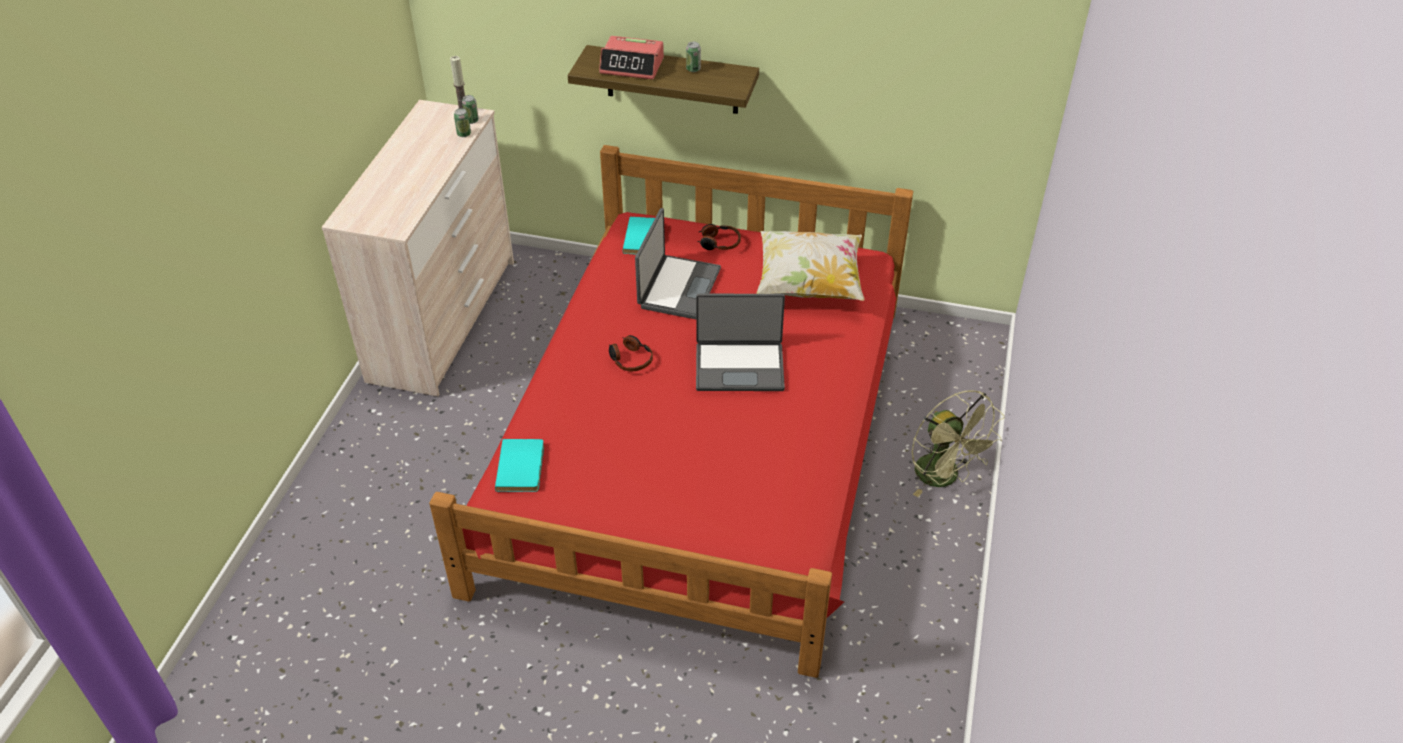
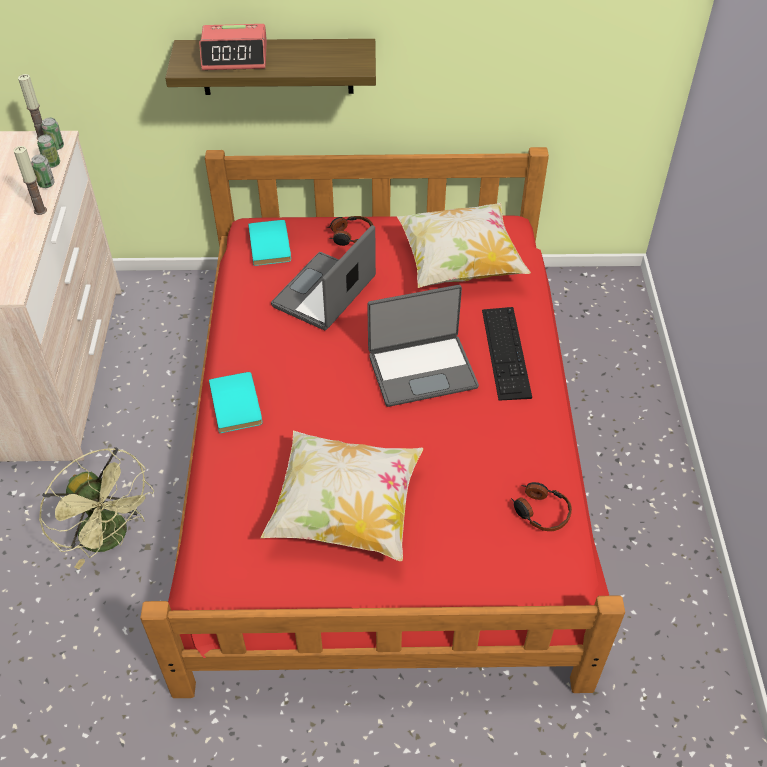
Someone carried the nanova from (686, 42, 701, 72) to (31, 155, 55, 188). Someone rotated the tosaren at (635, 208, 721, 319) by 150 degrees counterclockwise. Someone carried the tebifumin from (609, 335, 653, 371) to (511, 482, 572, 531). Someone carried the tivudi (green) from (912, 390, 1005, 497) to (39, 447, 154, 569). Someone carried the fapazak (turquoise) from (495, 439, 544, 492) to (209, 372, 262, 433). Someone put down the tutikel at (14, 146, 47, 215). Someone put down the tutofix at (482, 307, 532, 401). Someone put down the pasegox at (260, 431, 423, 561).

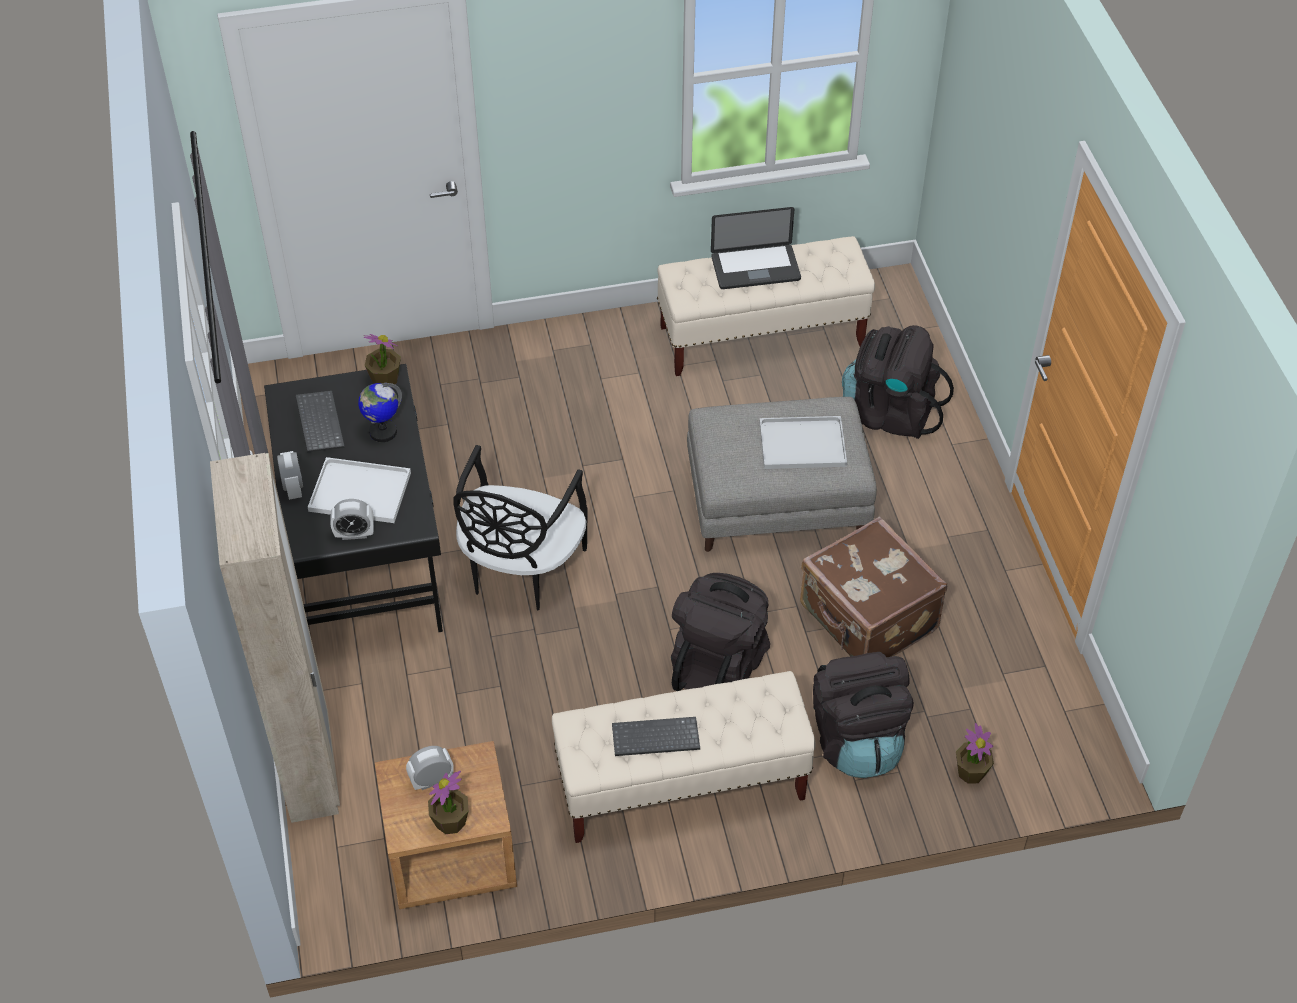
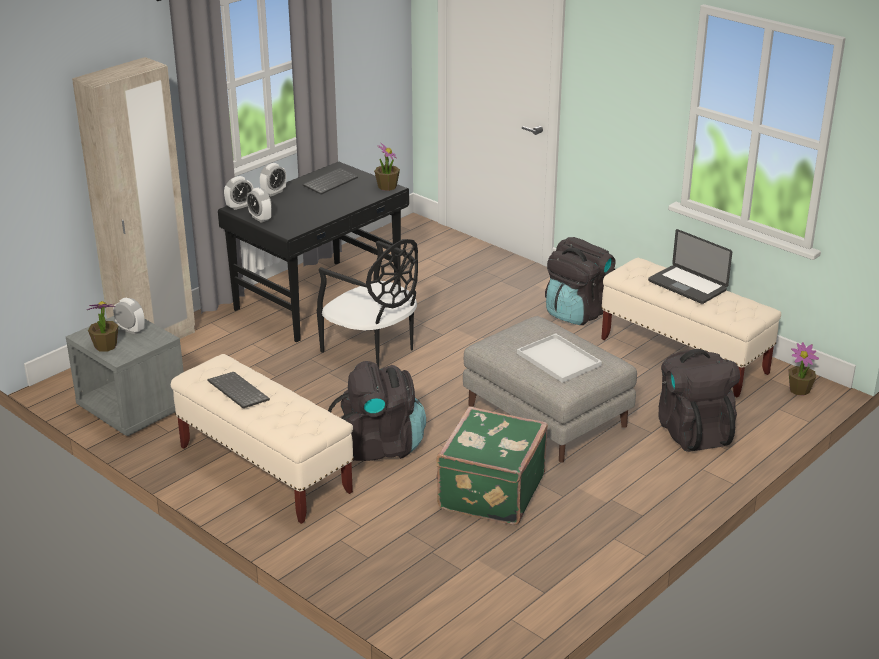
Someone took away the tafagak at (358, 383, 402, 442). Someone rotated the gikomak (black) at (453, 445, 588, 610) by 120 degrees counterclockwise. Someone took away the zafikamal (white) at (308, 457, 411, 523). Someone repainted the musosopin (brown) at (800, 516, 947, 657), which became the musosopin (green) at (437, 407, 548, 525). Someone carried the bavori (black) from (813, 652, 914, 778) to (545, 237, 616, 325). Someone carried the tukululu from (956, 723, 994, 784) to (788, 342, 819, 396). Someone repainted the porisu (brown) at (375, 741, 517, 909), which became the porisu (grey) at (66, 316, 184, 436). Someone put down the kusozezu at (224, 176, 253, 210).

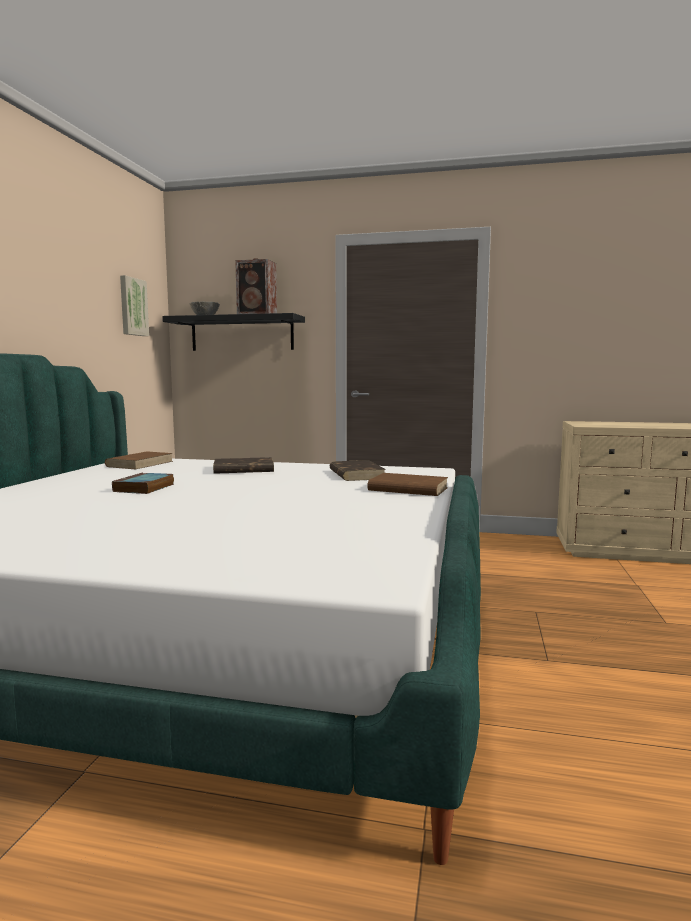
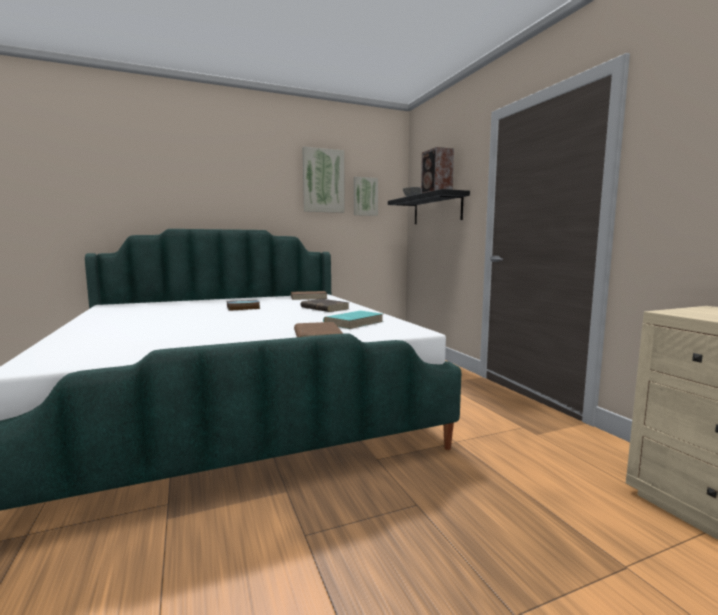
Someone repainted the fapazak (brown) at (330, 460, 386, 481), which became the fapazak (turquoise) at (323, 311, 384, 329). Someone put up the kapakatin at (302, 146, 345, 213).

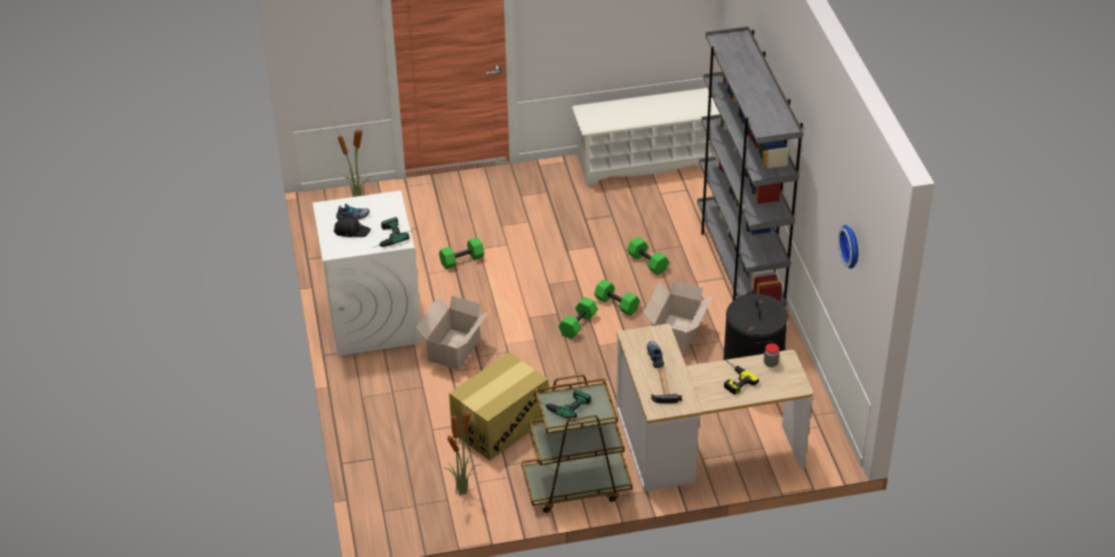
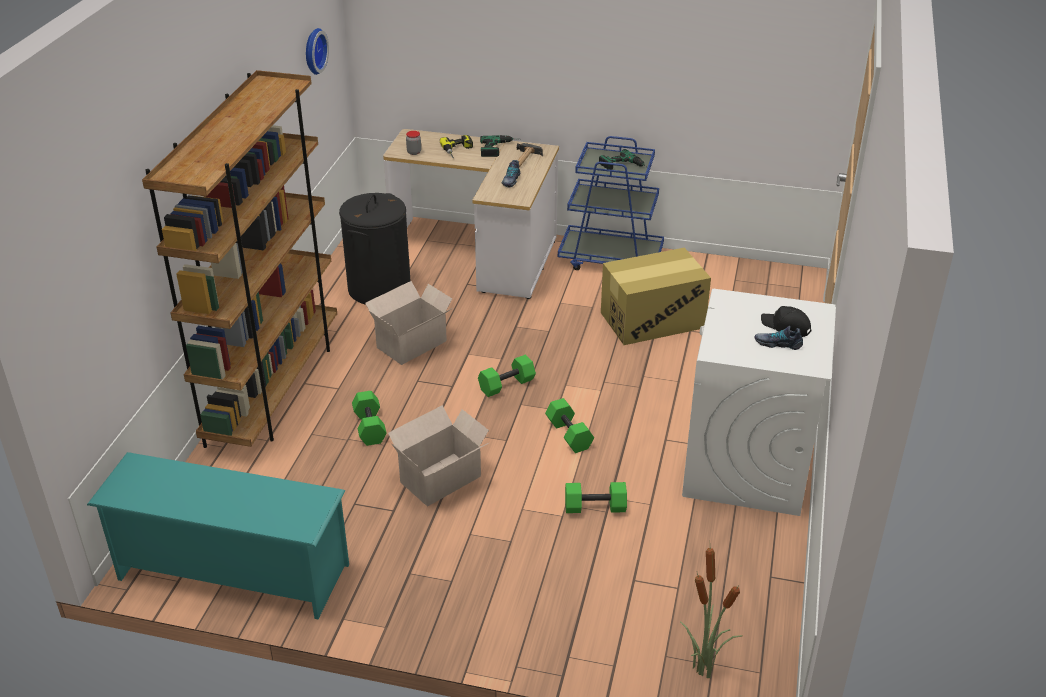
Someone repainted the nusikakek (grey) at (697, 26, 803, 307), which became the nusikakek (brown) at (142, 70, 337, 448). Someone repainted the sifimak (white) at (572, 88, 720, 185), which became the sifimak (turquoise) at (87, 452, 349, 619). Someone carried the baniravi from (372, 217, 409, 248) to (480, 135, 514, 157). Someone carried the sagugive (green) from (594, 279, 640, 316) to (545, 398, 594, 453). Someone carried the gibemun from (415, 295, 489, 370) to (388, 405, 489, 506). Someone repainted the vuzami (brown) at (521, 374, 633, 513), which became the vuzami (blue) at (558, 136, 664, 270). Someone took away the tukululu at (444, 409, 481, 495).

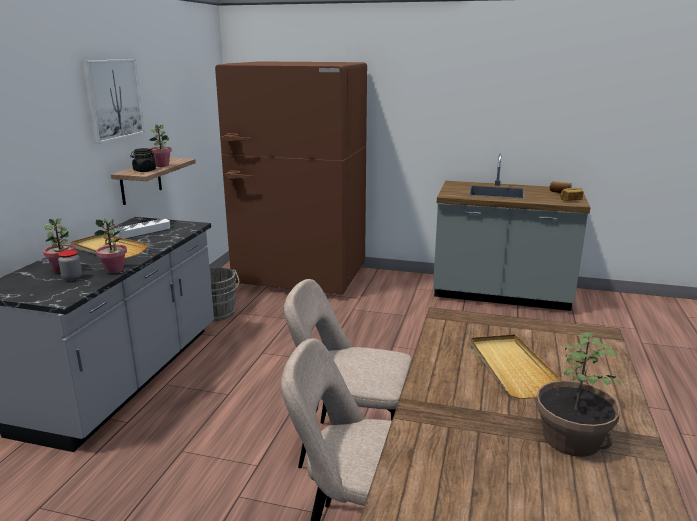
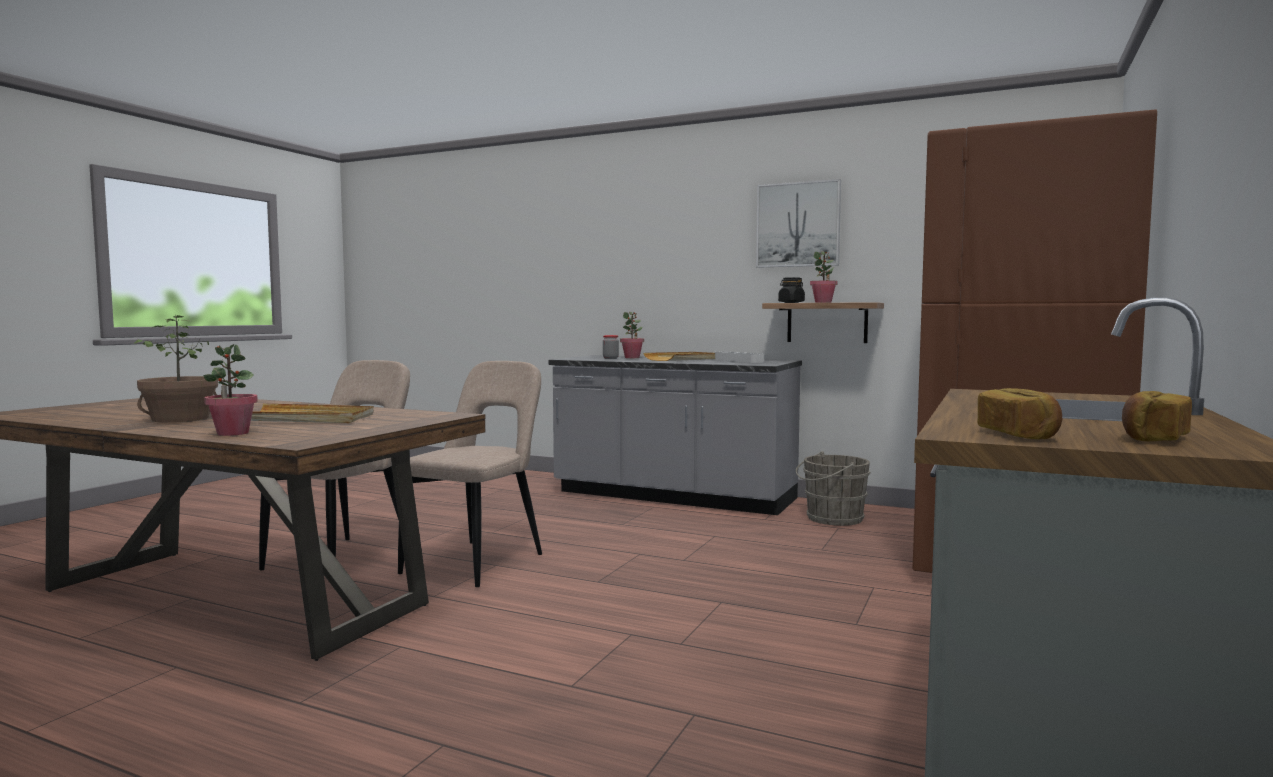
Someone carried the tukululu from (94, 218, 127, 274) to (203, 344, 258, 436).

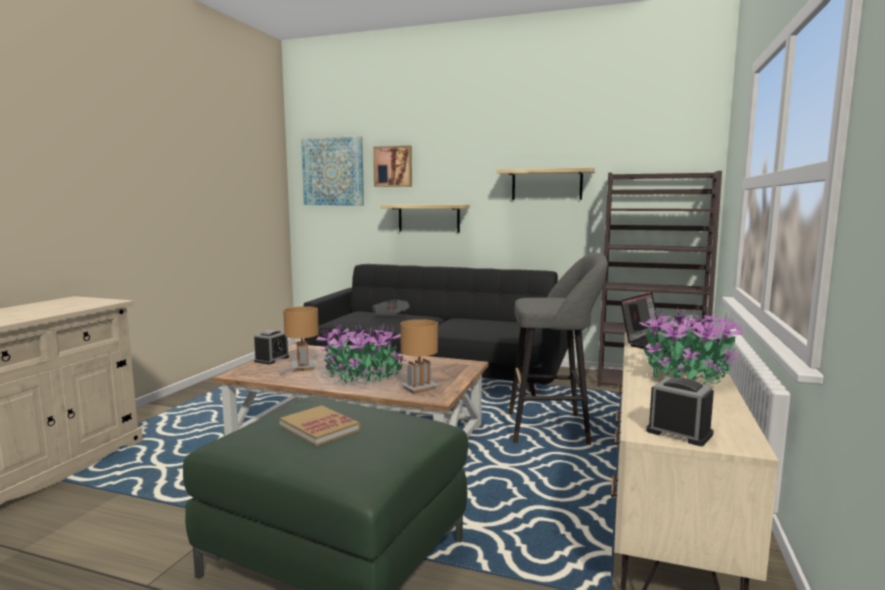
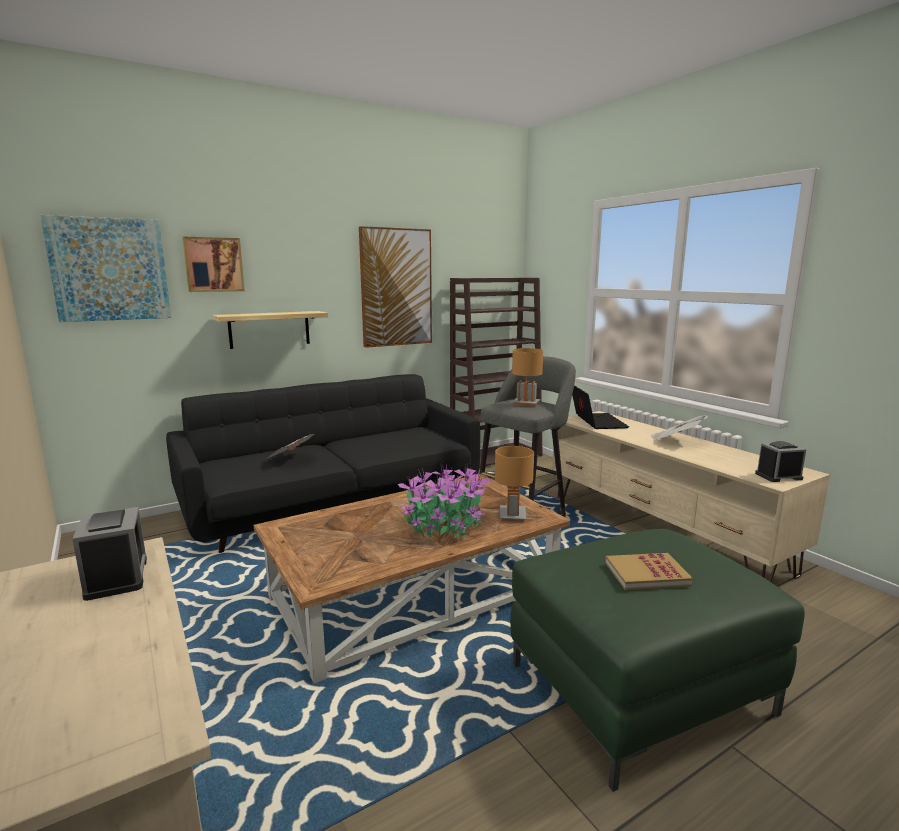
Someone swapped the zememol at (497, 167, 595, 200) for the kapakatin at (359, 226, 432, 348). Someone carried the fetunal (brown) from (283, 306, 319, 372) to (512, 348, 543, 407). Someone swapped the tukululu at (638, 307, 743, 384) for the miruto at (651, 415, 708, 440). Someone carried the kusozezu from (254, 330, 289, 364) to (72, 507, 147, 601).

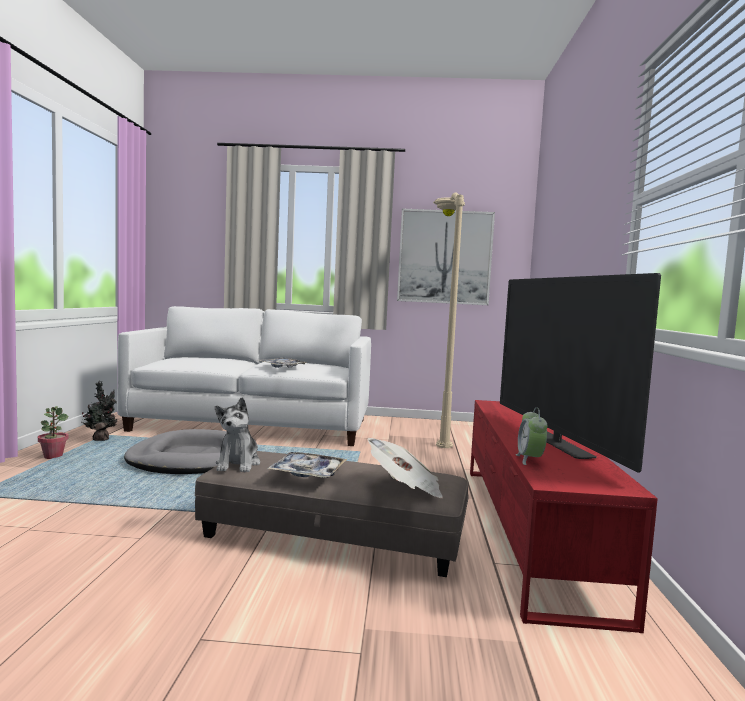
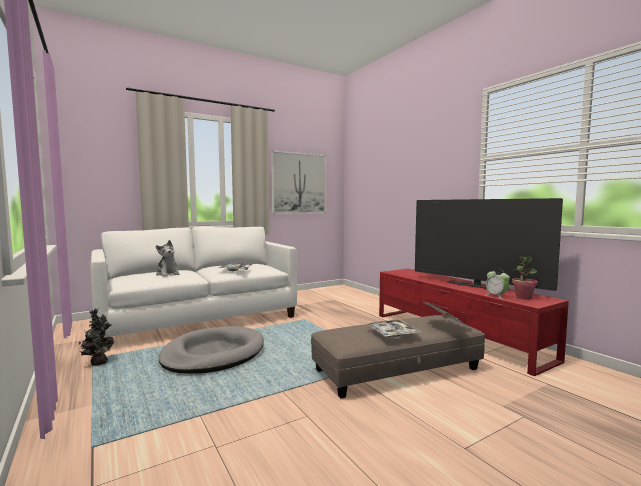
Someone took away the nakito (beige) at (433, 192, 465, 448). Someone carried the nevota from (215, 397, 260, 472) to (156, 240, 179, 277). Someone carried the tukululu from (38, 406, 68, 459) to (512, 256, 538, 300).

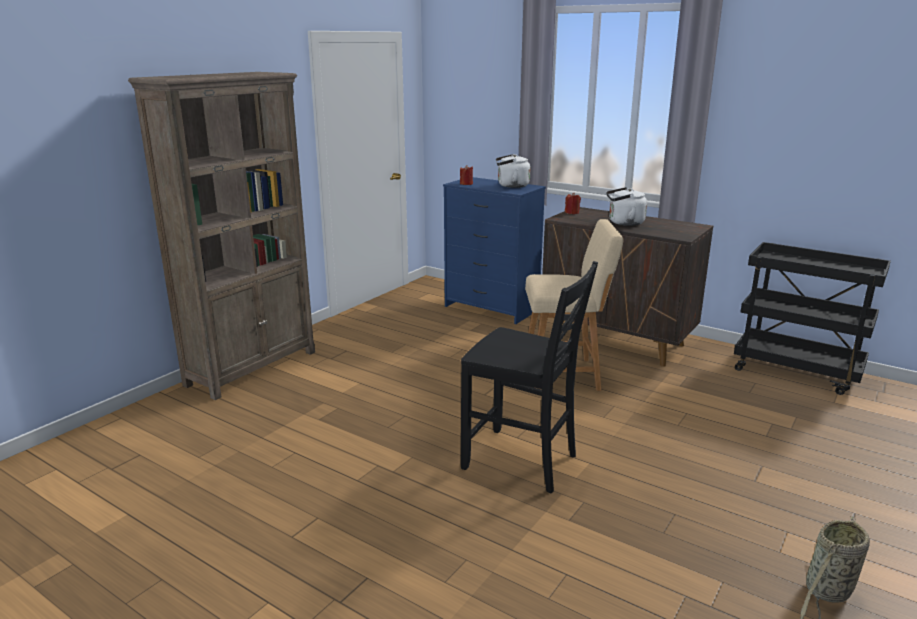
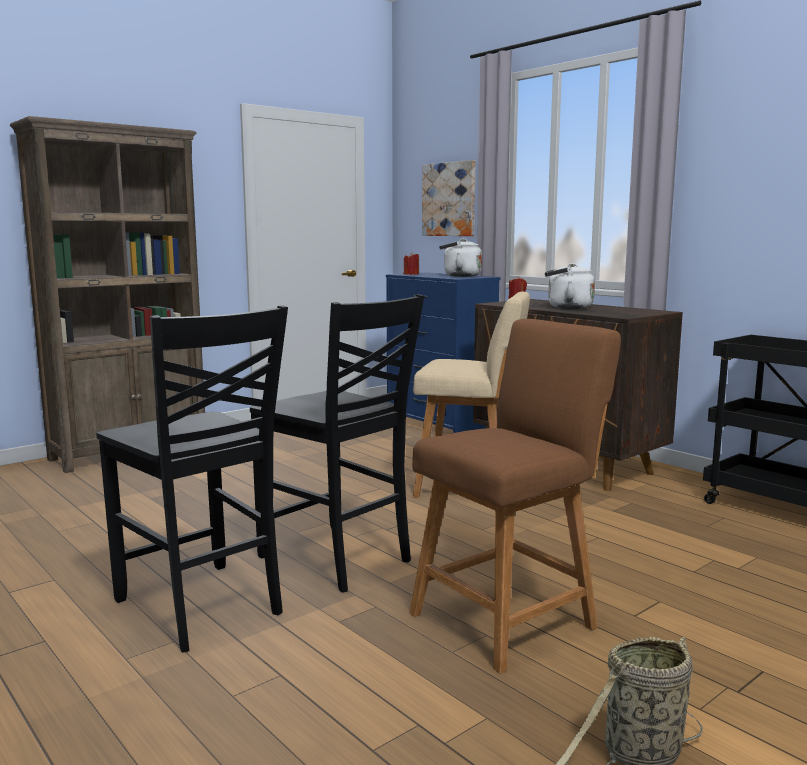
Someone put up the kapakatin at (422, 160, 476, 236). Someone put down the gikomak (black) at (96, 305, 288, 653). Someone put down the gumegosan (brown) at (409, 319, 621, 674).

